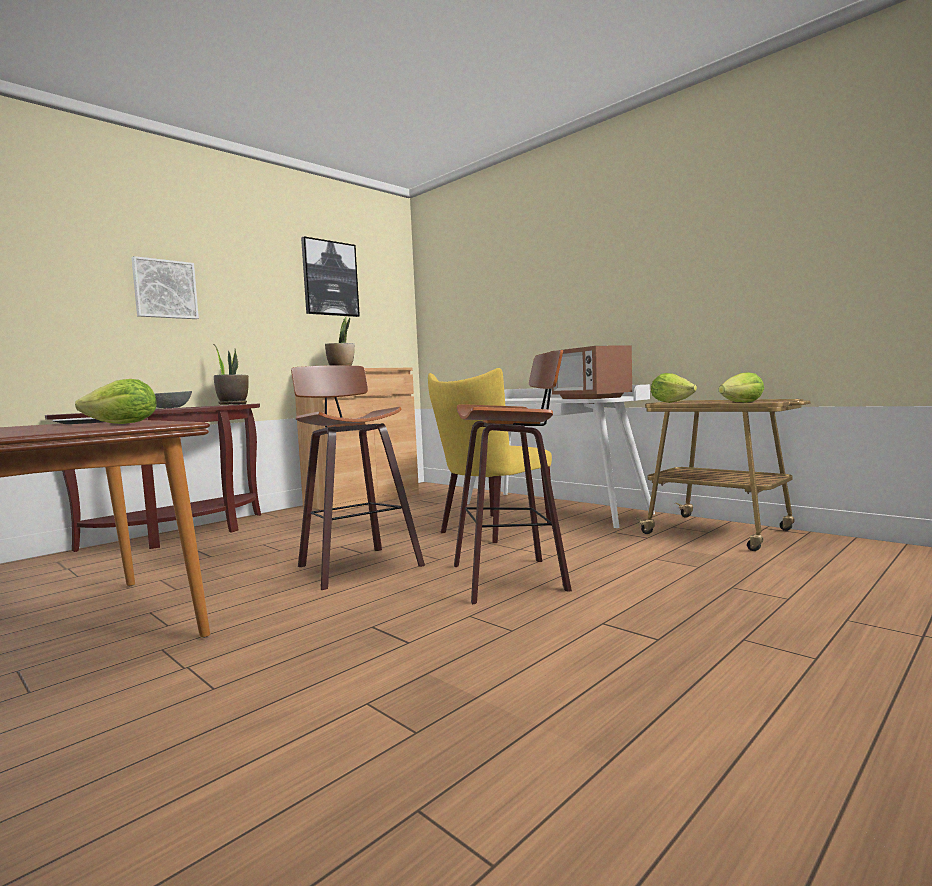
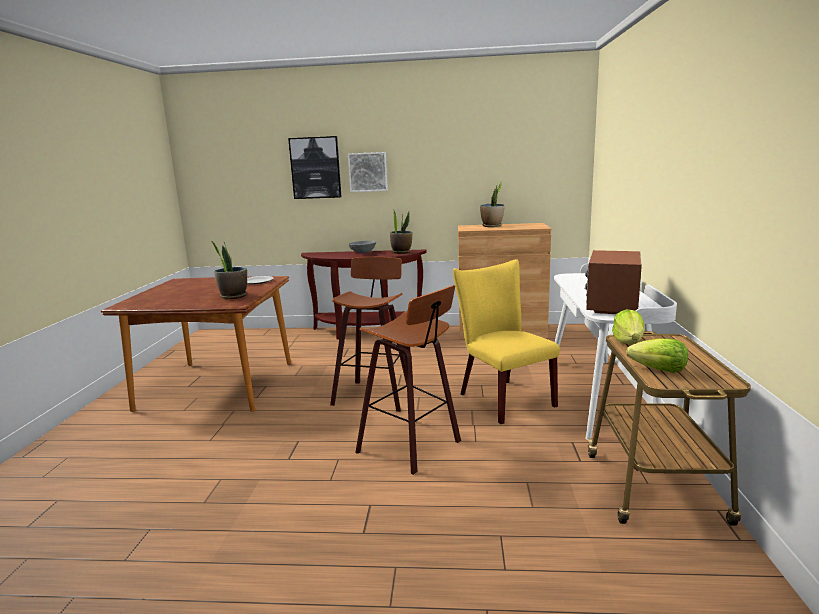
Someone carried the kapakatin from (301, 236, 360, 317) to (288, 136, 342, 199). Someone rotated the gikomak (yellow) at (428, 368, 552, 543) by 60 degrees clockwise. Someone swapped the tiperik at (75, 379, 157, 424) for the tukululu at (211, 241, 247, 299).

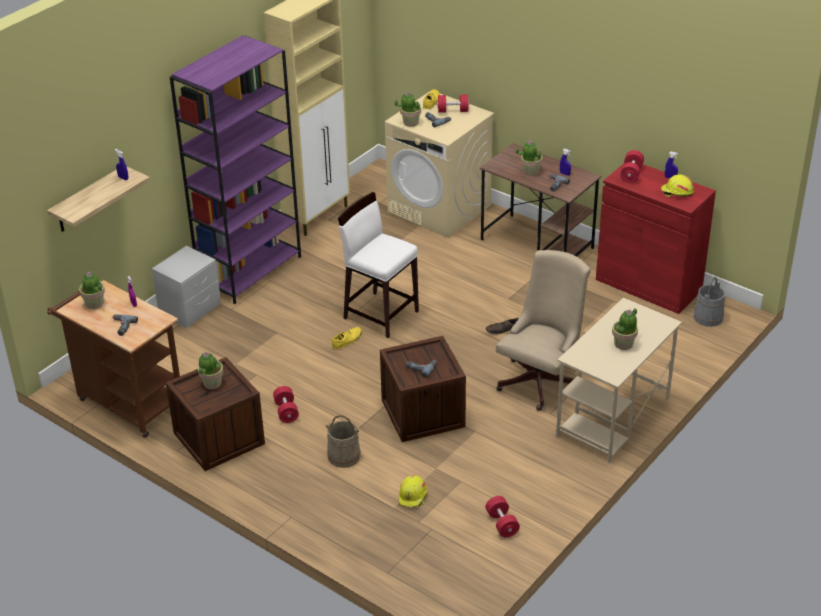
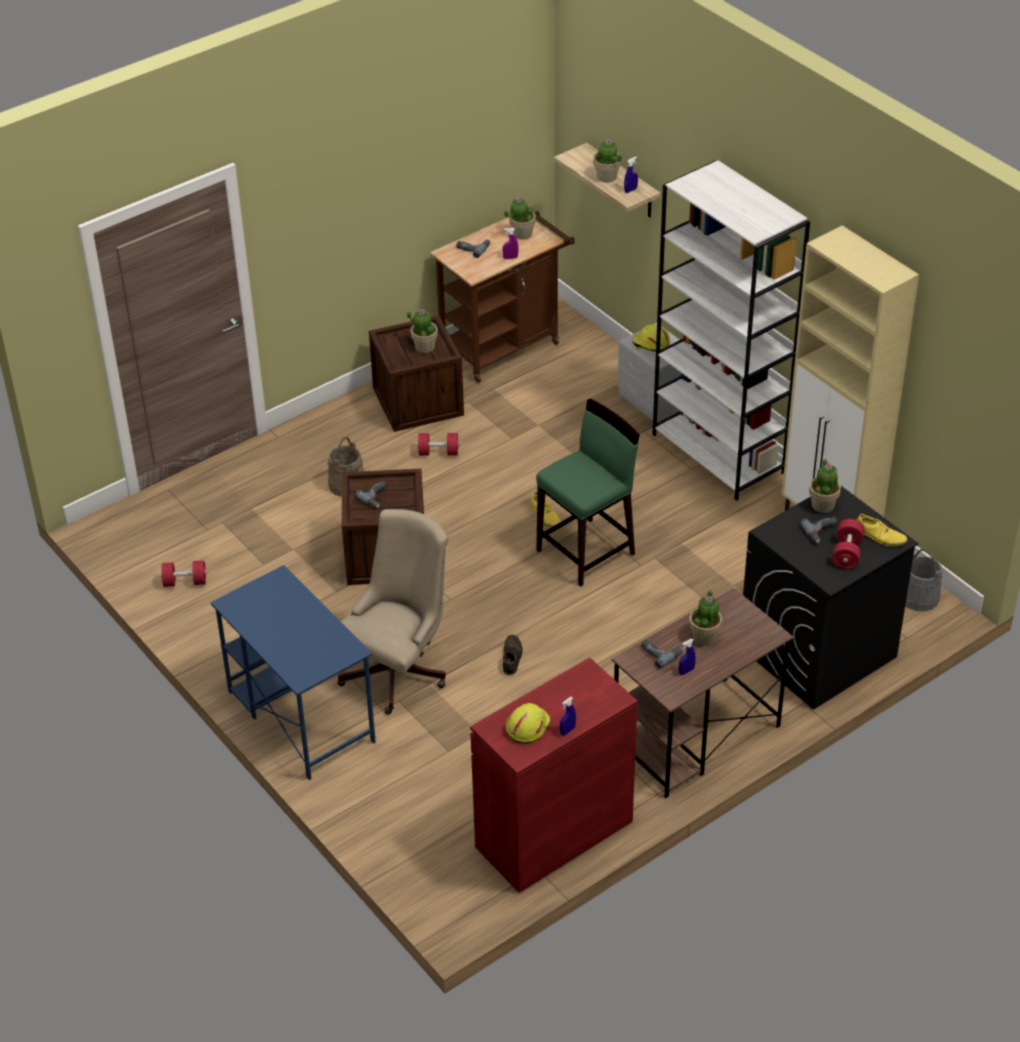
Someone repainted the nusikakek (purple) at (170, 35, 301, 304), which became the nusikakek (white) at (652, 160, 810, 501). Someone repainted the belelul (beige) at (385, 90, 494, 238), which became the belelul (black) at (743, 486, 919, 710). Someone took away the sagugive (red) at (620, 150, 644, 183). Someone repainted the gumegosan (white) at (338, 192, 419, 338), which became the gumegosan (green) at (536, 399, 640, 587). Someone rotated the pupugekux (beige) at (496, 250, 591, 411) by 105 degrees counterclockwise. Someone carried the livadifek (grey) from (693, 277, 725, 327) to (905, 549, 942, 611). Someone repainted the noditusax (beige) at (556, 298, 682, 463), which became the noditusax (blue) at (210, 565, 376, 780). Someone carried the tukululu from (612, 308, 638, 350) to (593, 139, 622, 183). Someone carried the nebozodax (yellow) from (399, 475, 428, 508) to (632, 324, 670, 352).

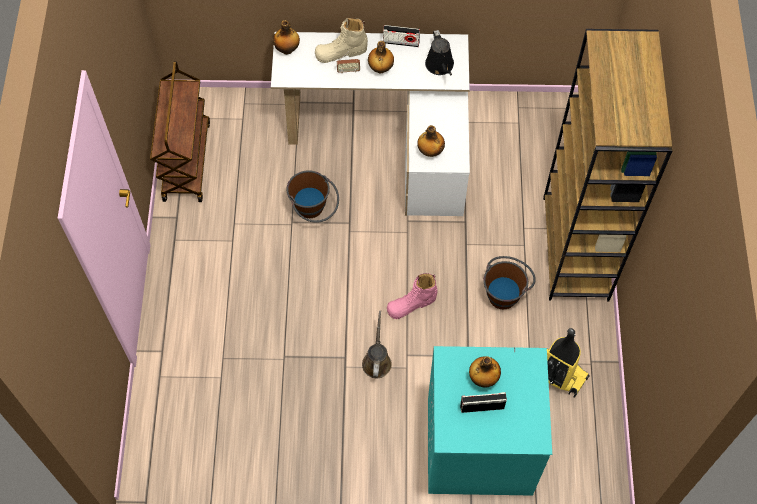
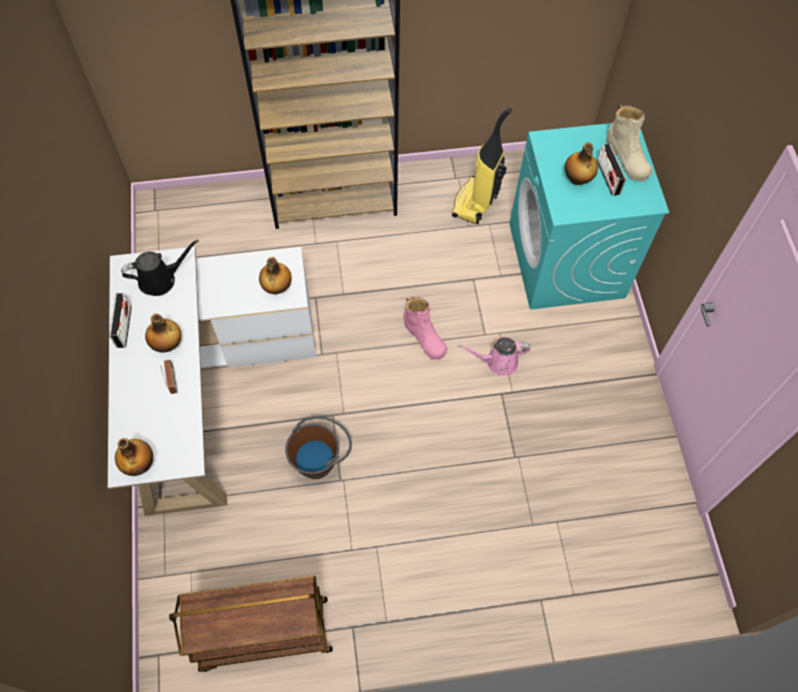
Someone carried the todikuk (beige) from (315, 18, 368, 63) to (606, 105, 652, 181). Someone took away the livadifek (brown) at (483, 256, 536, 309). Someone repainted the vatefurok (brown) at (362, 310, 392, 378), which became the vatefurok (pink) at (459, 337, 530, 376).

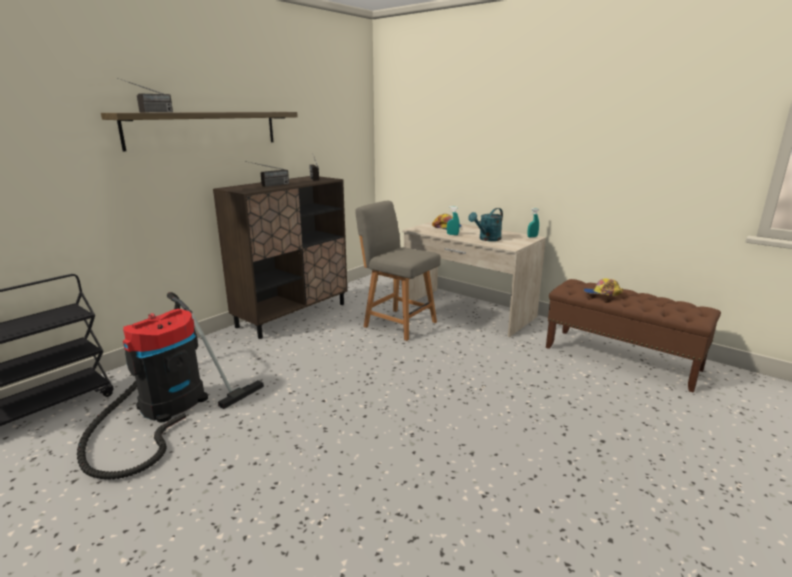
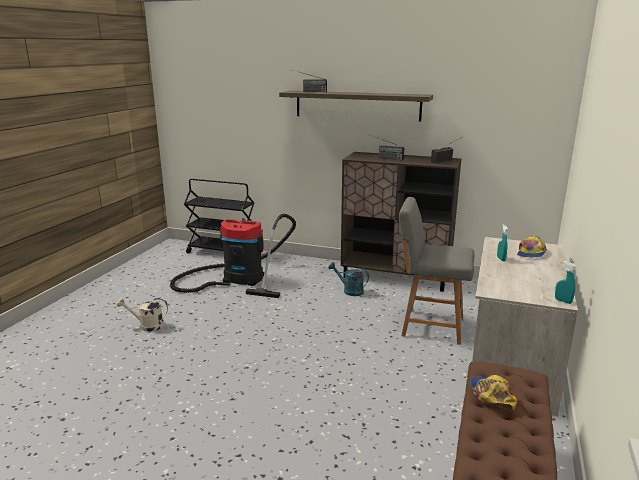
Someone rotated the gikomak (grey) at (355, 201, 441, 341) by 90 degrees counterclockwise. Someone carried the vatefurok (turquoise) from (468, 208, 503, 241) to (328, 262, 369, 296). Someone put down the vatefurok (beige) at (117, 298, 168, 332).

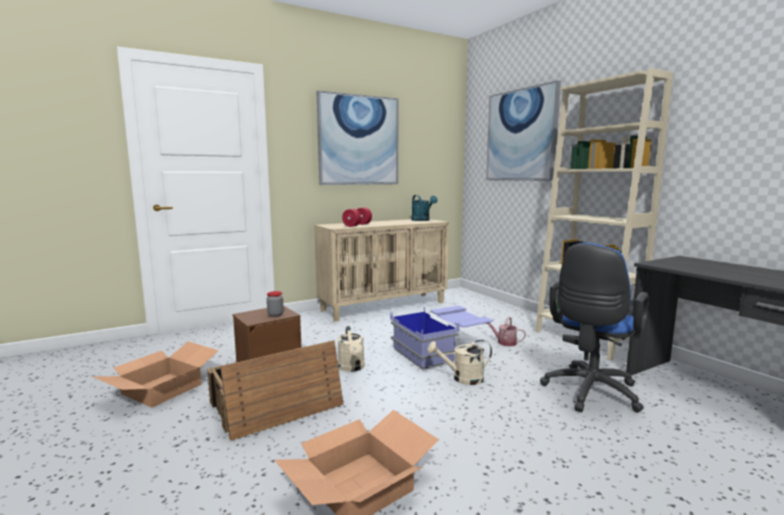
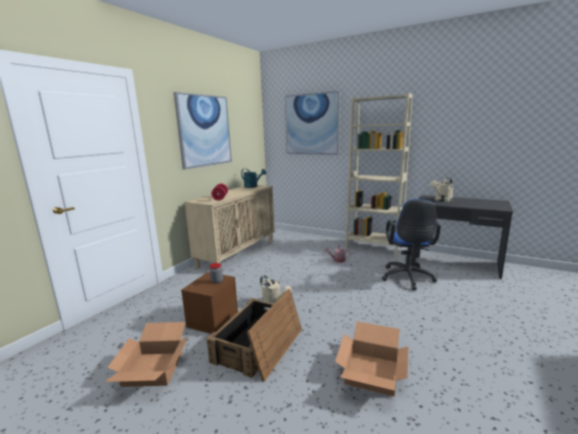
Someone took away the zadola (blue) at (390, 306, 493, 370). Someone carried the vatefurok (beige) from (428, 340, 492, 385) to (430, 177, 454, 202).

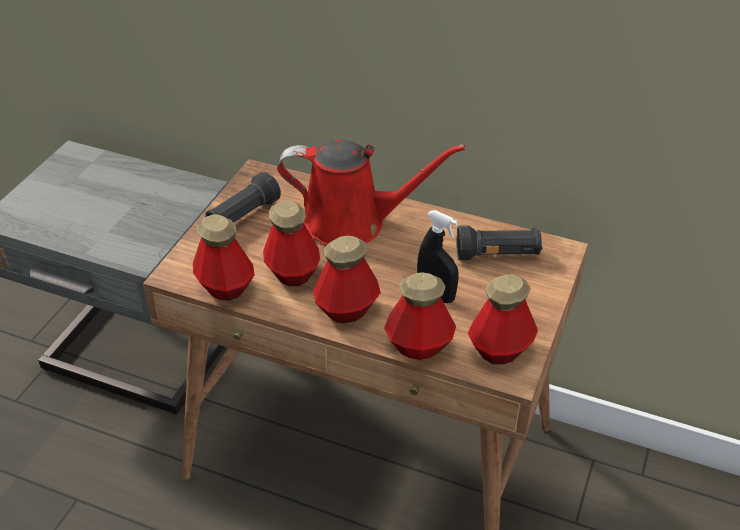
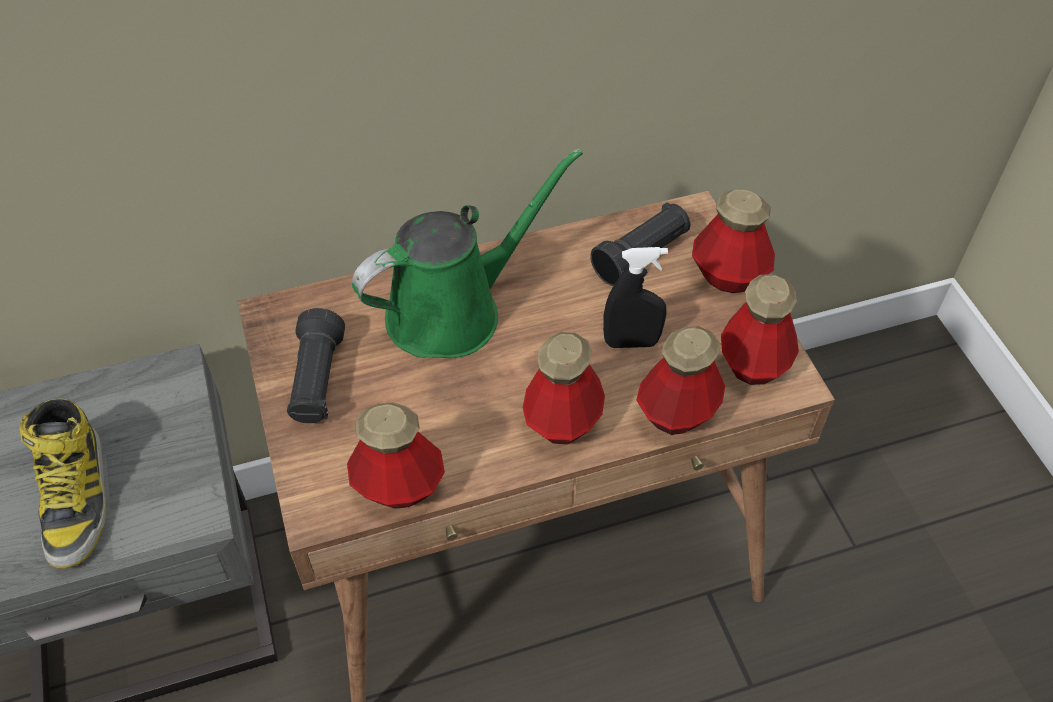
Someone repainted the vatefurok (red) at (277, 139, 465, 246), which became the vatefurok (green) at (352, 149, 583, 358). Someone carried the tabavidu from (263, 200, 320, 286) to (692, 190, 775, 293). Someone put down the todikuk at (20, 399, 107, 569).

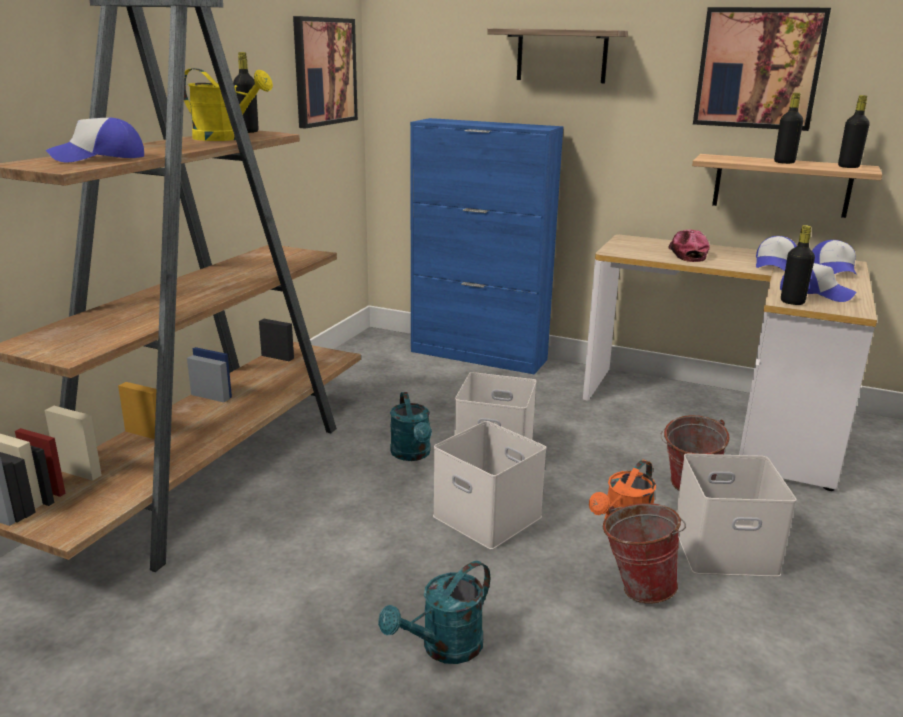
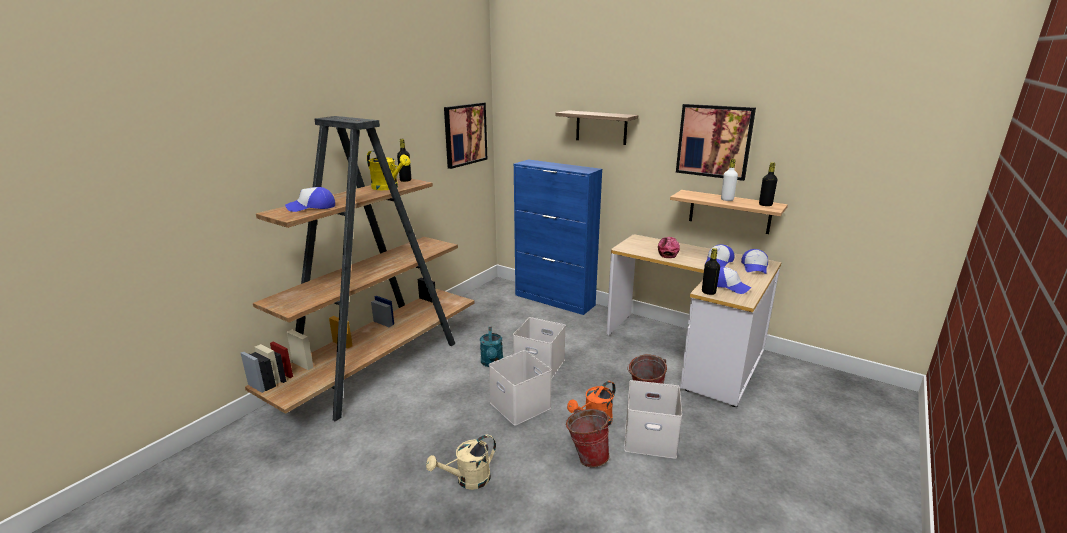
Someone repainted the tabavidu (black) at (774, 93, 803, 164), which became the tabavidu (white) at (721, 159, 738, 201). Someone repainted the vatefurok (turquoise) at (378, 561, 490, 664), which became the vatefurok (beige) at (426, 435, 496, 490).

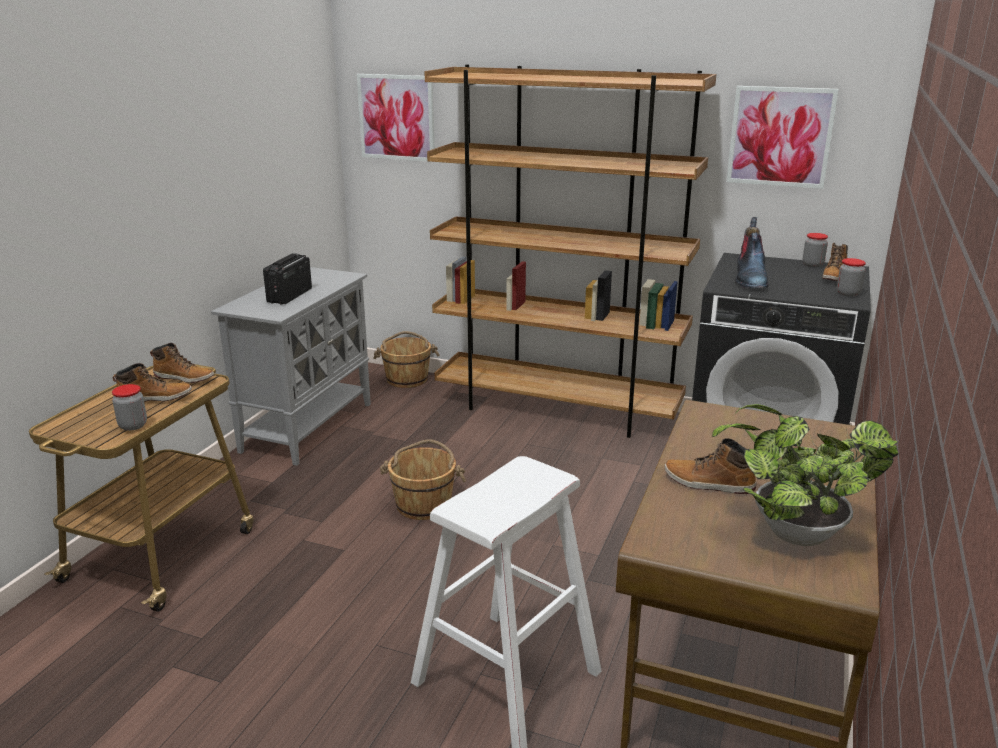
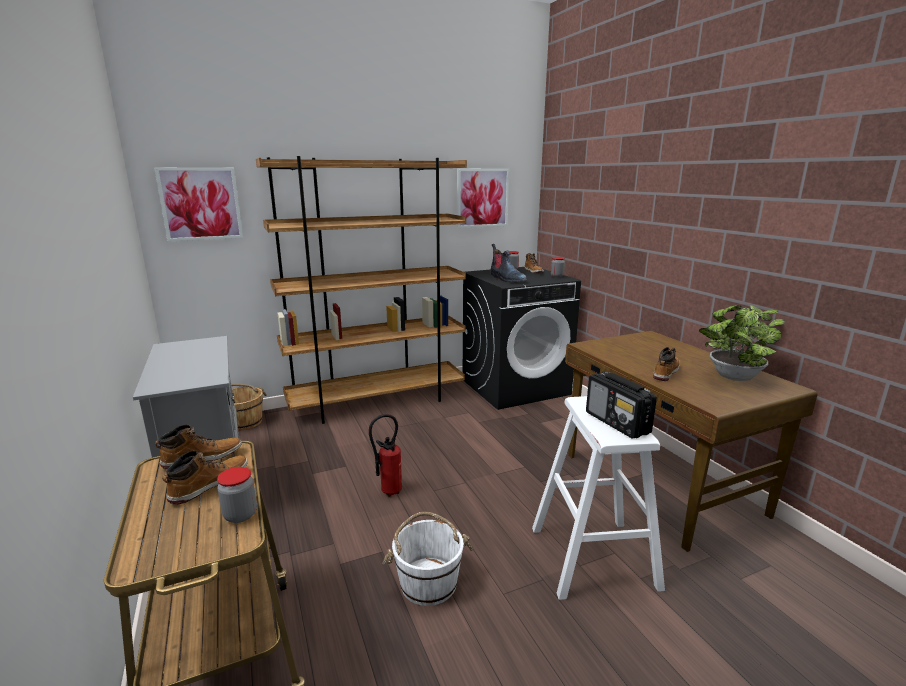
Someone carried the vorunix from (263, 253, 312, 304) to (586, 372, 657, 439). Someone rotated the todikuk at (664, 438, 756, 494) by 150 degrees clockwise. Someone swapped the livadifek (brown) at (380, 440, 466, 520) for the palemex at (369, 414, 402, 497). Someone put down the livadifek (white) at (382, 512, 473, 606).

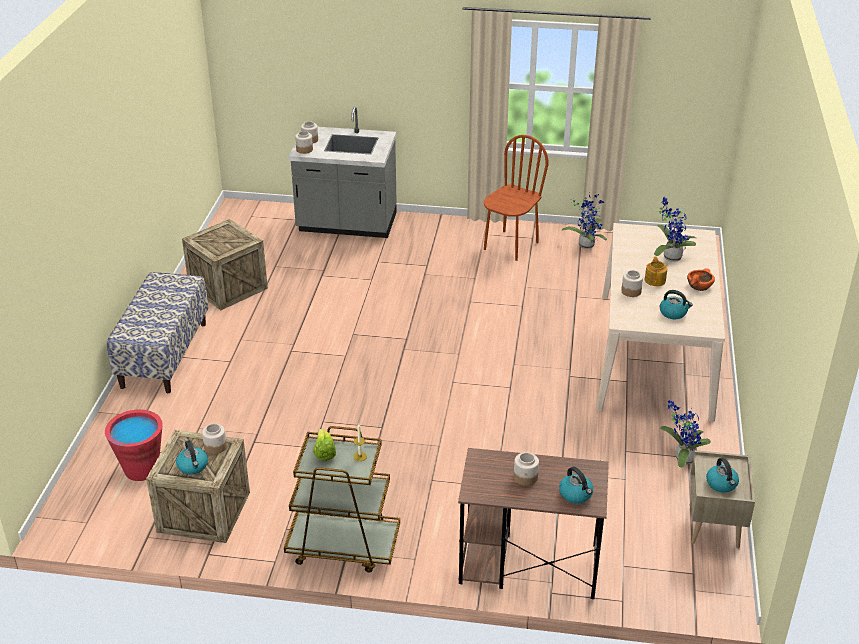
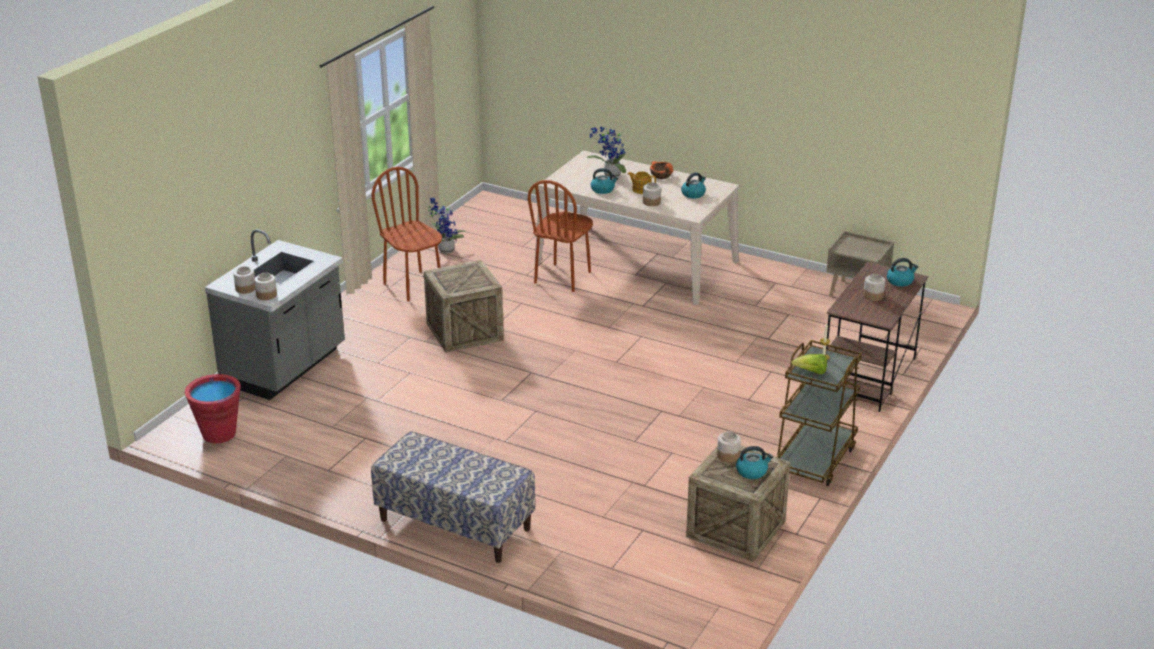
Someone carried the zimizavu from (182, 219, 268, 310) to (424, 260, 504, 353). Someone took away the tukululu at (660, 400, 711, 467). Someone carried the livadifek (red) from (105, 409, 163, 481) to (185, 374, 241, 443). Someone carried the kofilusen from (706, 458, 739, 493) to (591, 168, 618, 194). Someone put down the gikomak (brown) at (528, 180, 593, 292).

